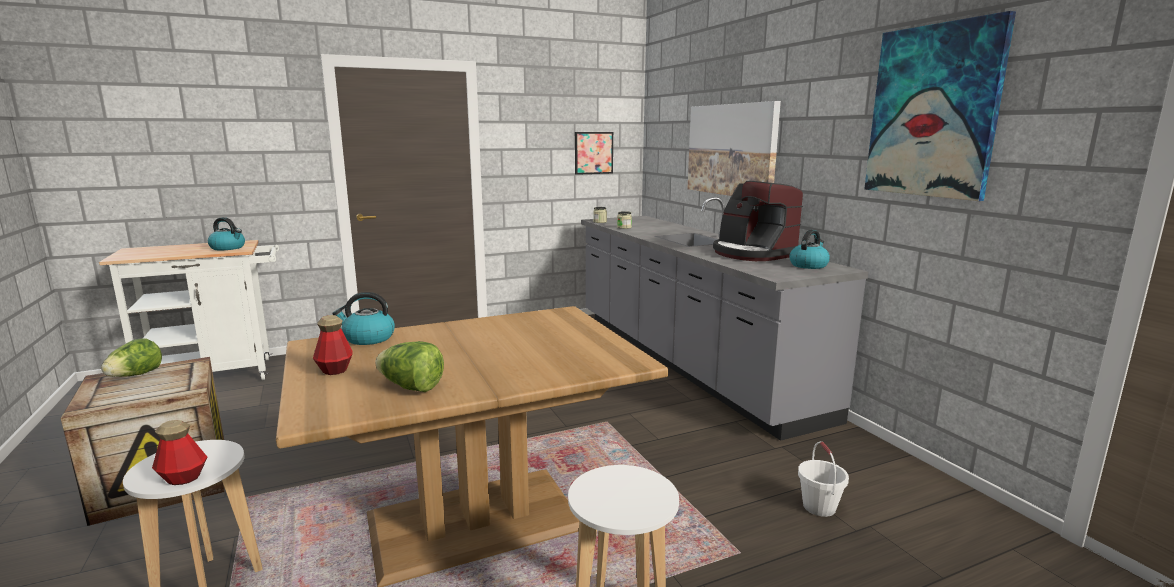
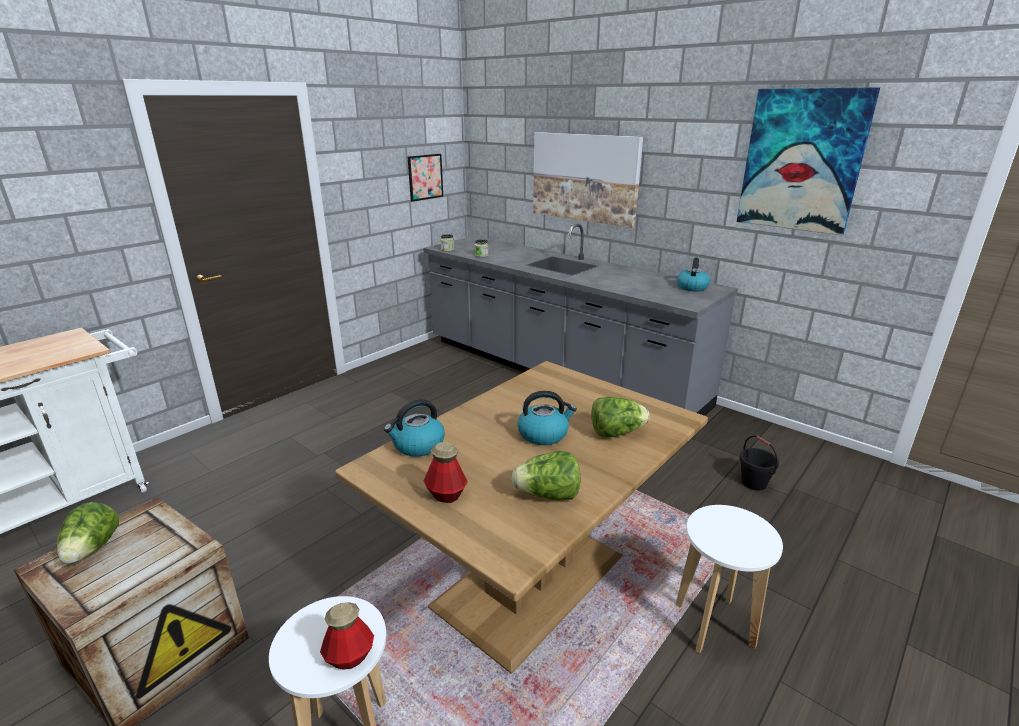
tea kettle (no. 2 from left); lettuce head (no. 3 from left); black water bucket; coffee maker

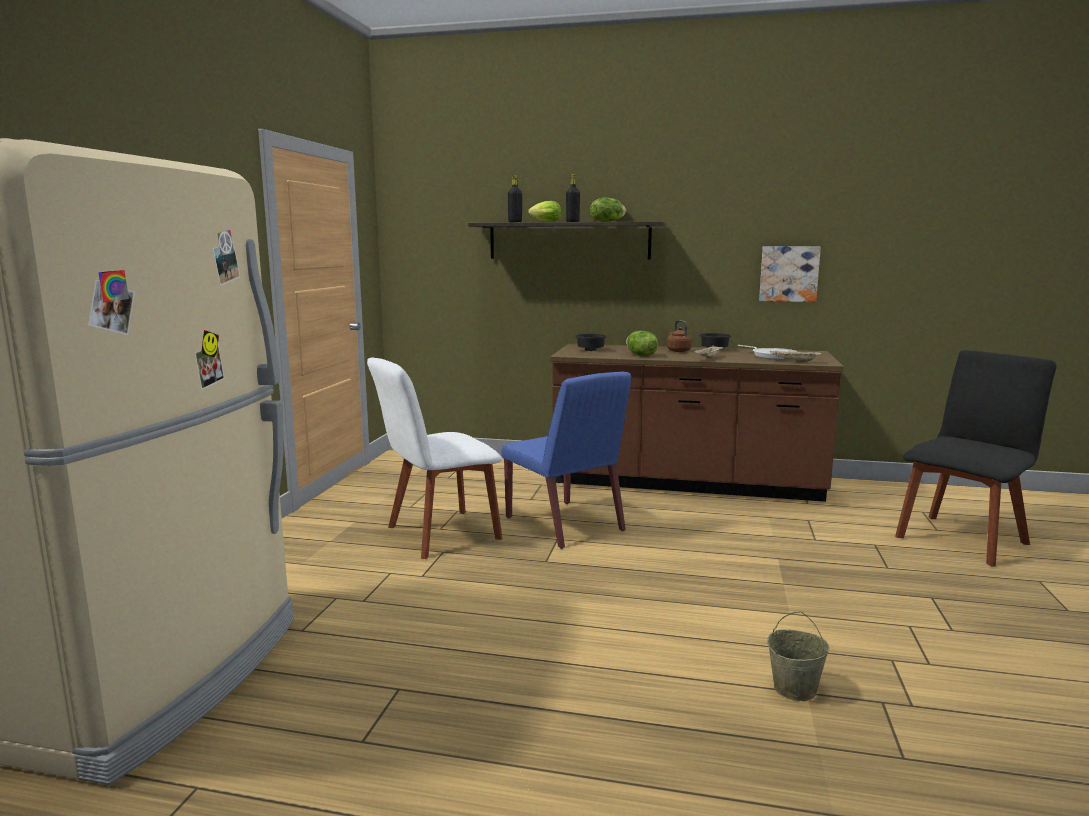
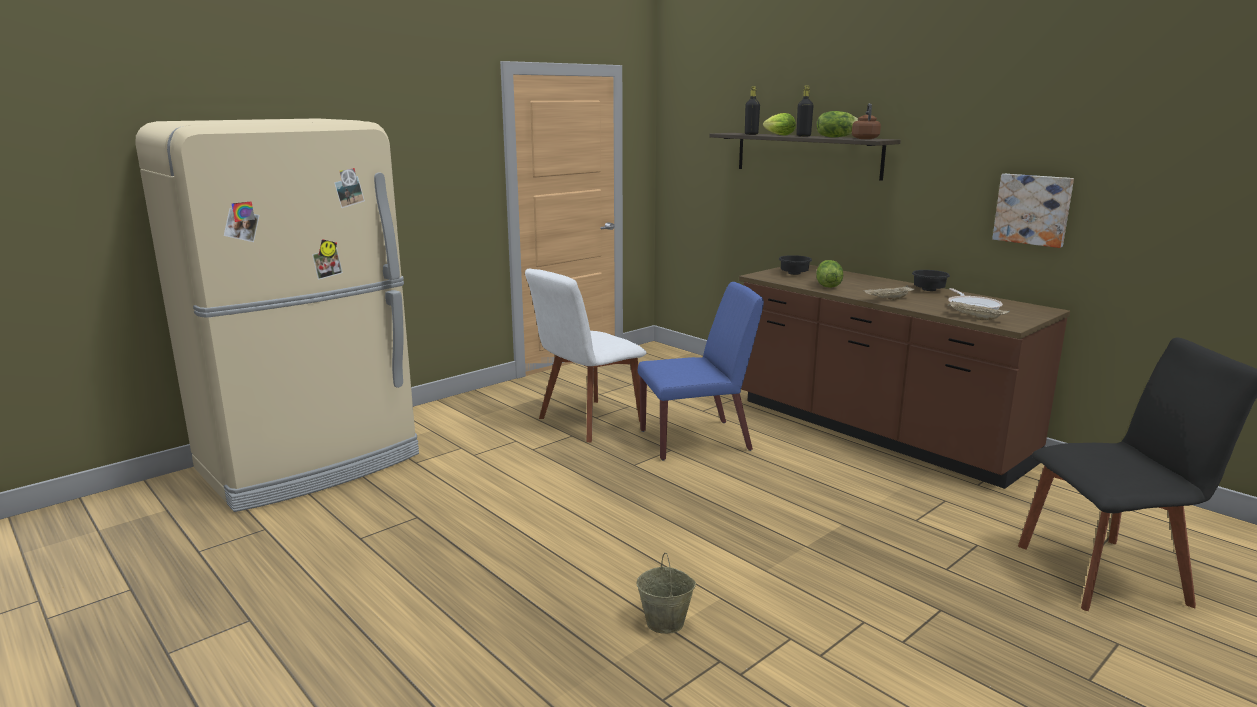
whitish upright chair; bluish upright chair; brown-coloured tea kettle

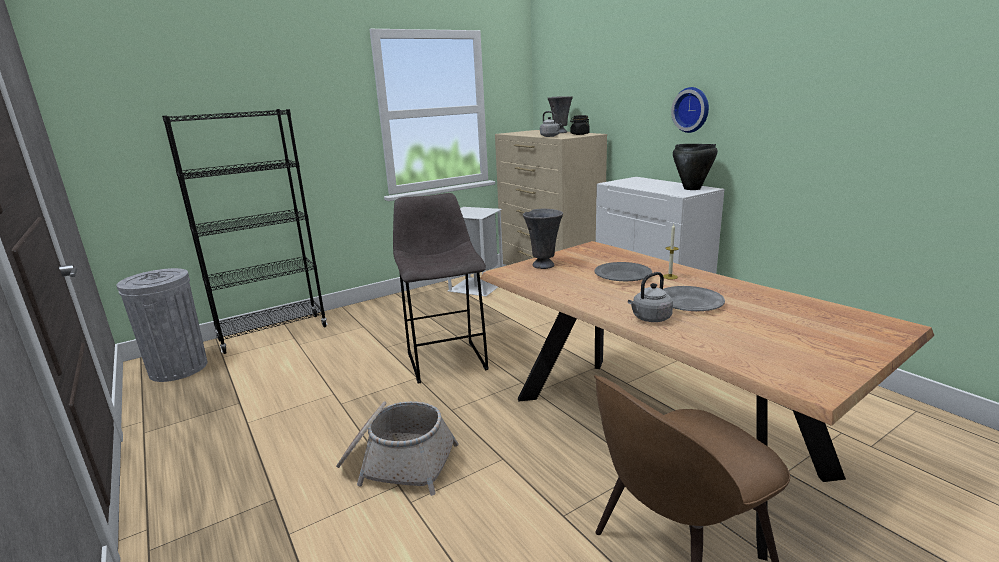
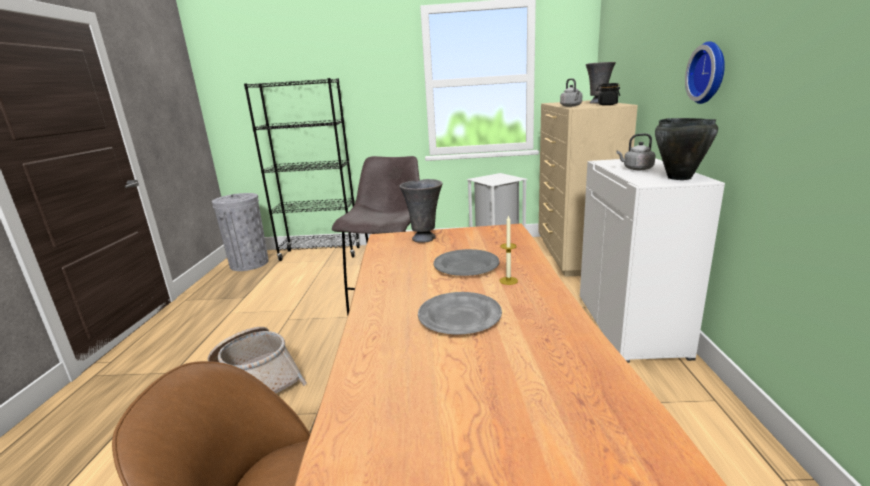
gray tea kettle (no. 2 from left)

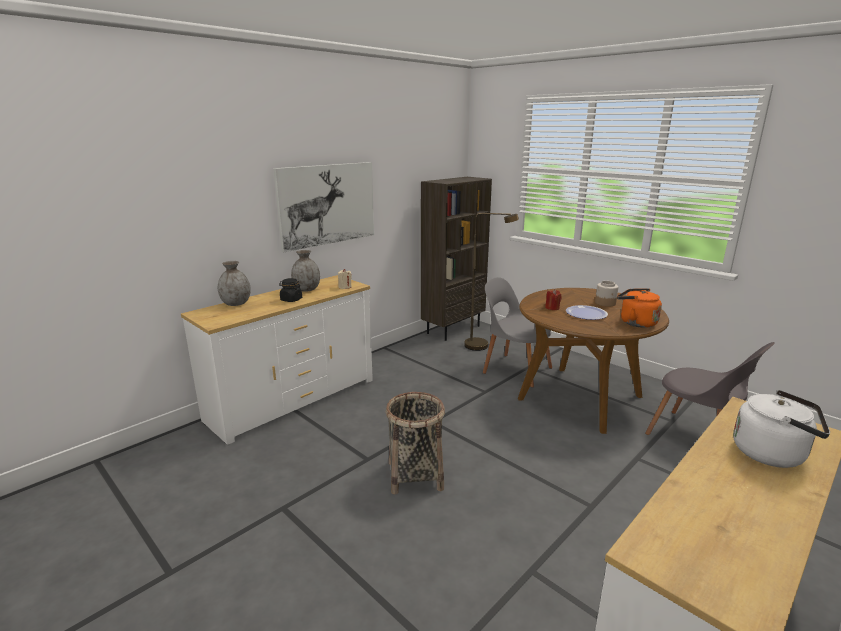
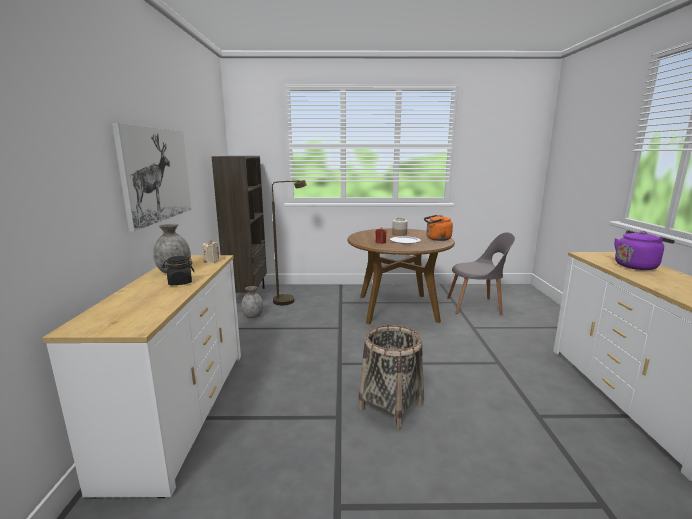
gray vase (no. 2 from left); purplish tea kettle; gray upright chair (no. 1 from left in the first image)

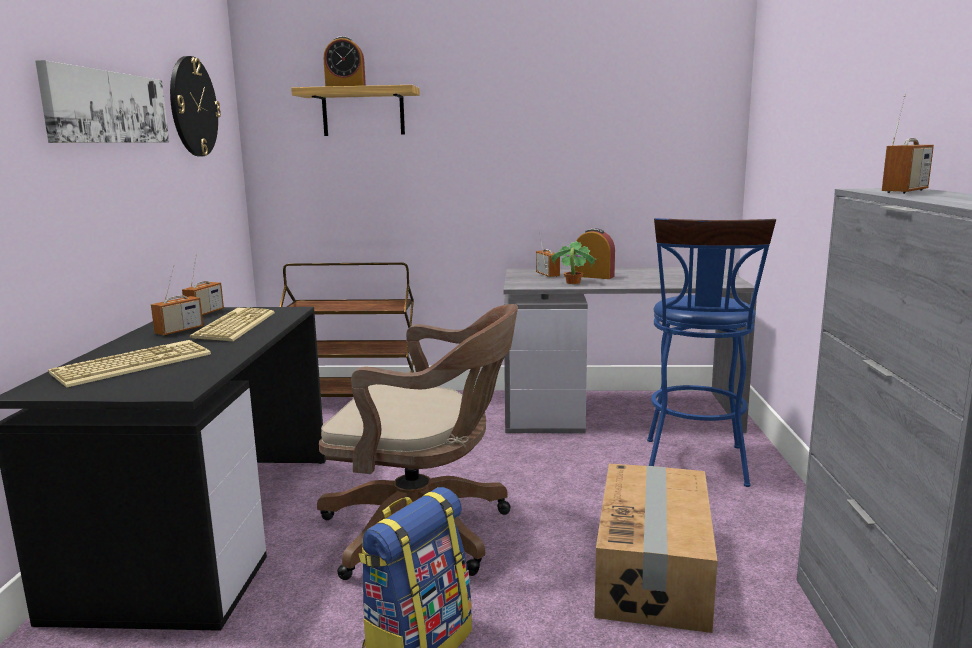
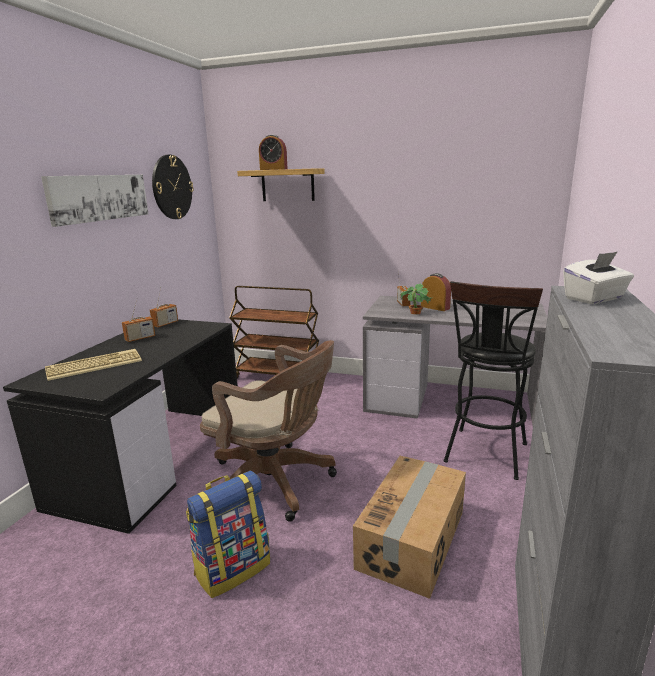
black sitting stool; whitish box of tissues; computer keyboard (no. 2 from left in the first image)

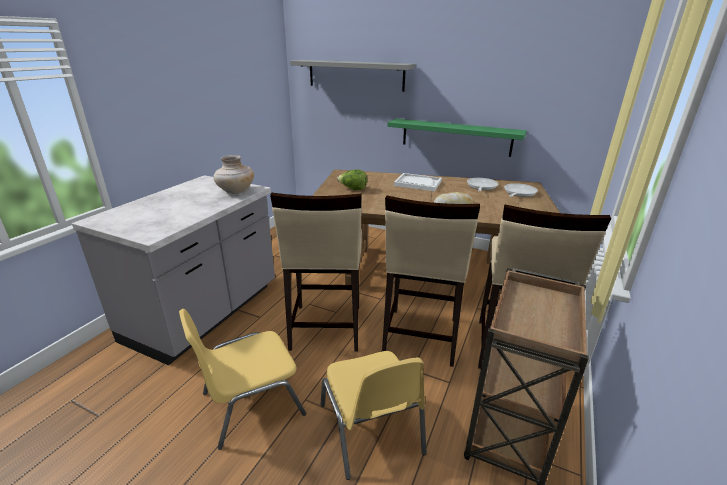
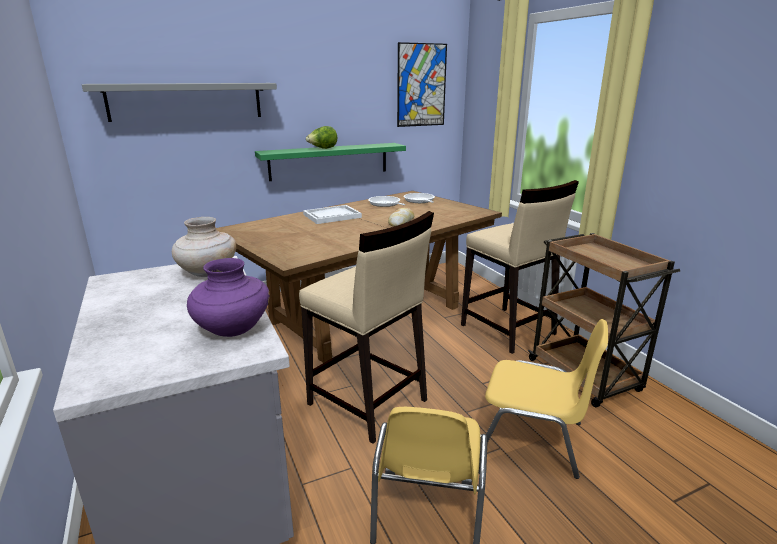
purplish vase; lettuce head; picture; beige sitting stool (no. 2 from left in the first image)

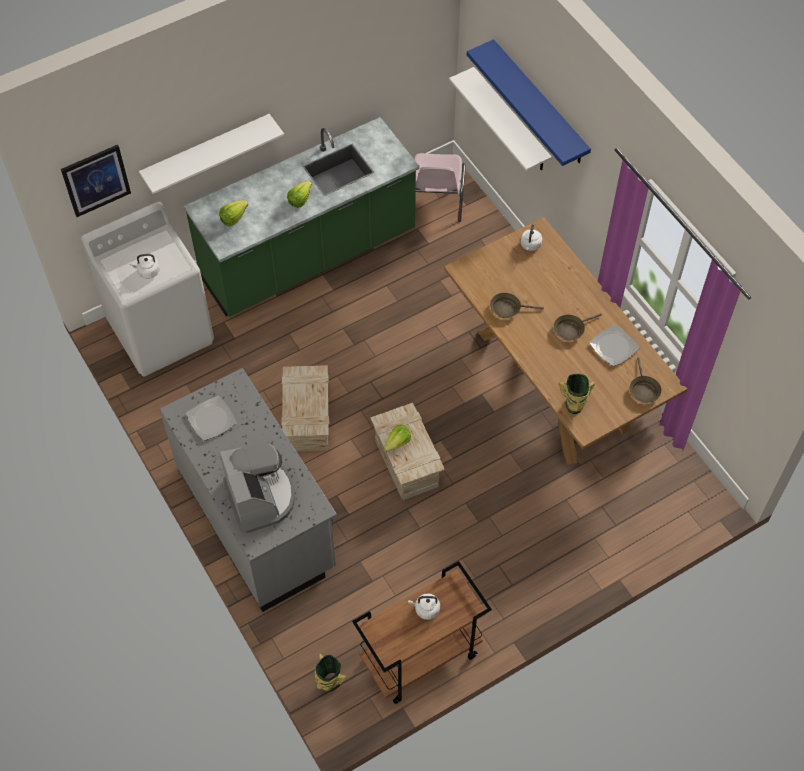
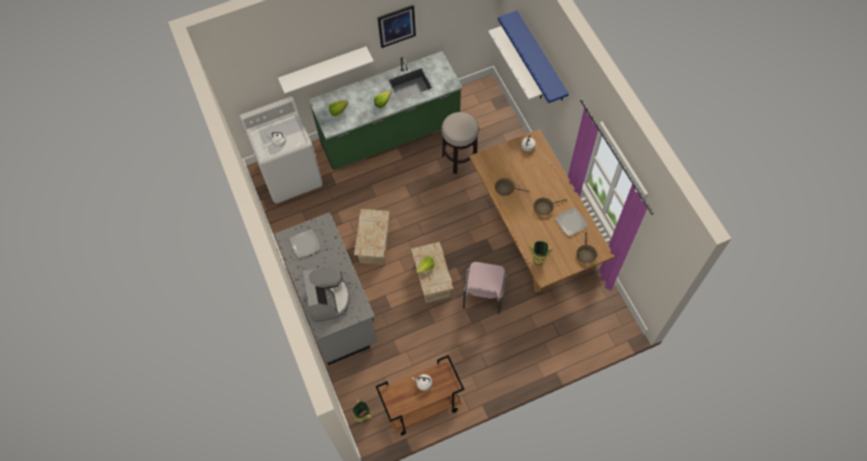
picture; sitting stool; pink upright chair

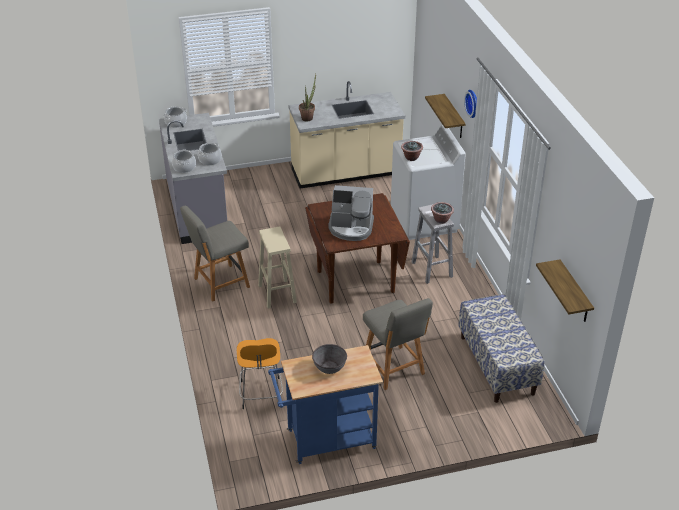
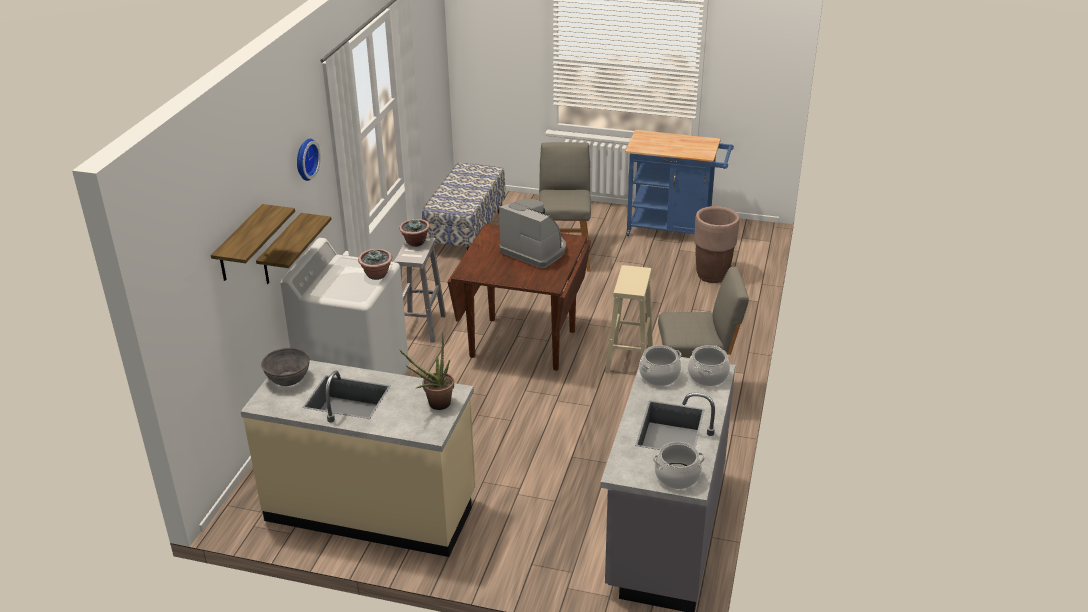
bracket shelf (no. 1 from left); gray bowl; brown-coloured planter

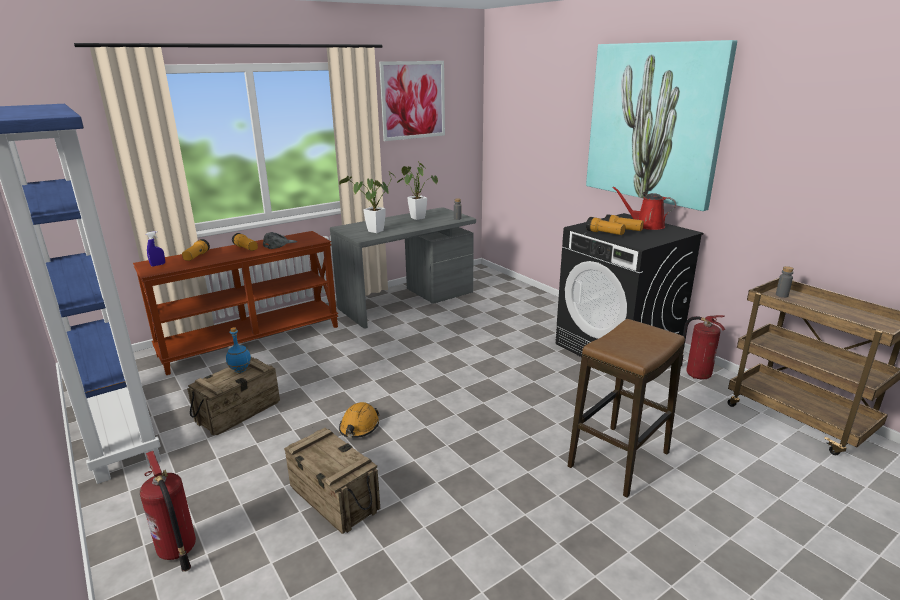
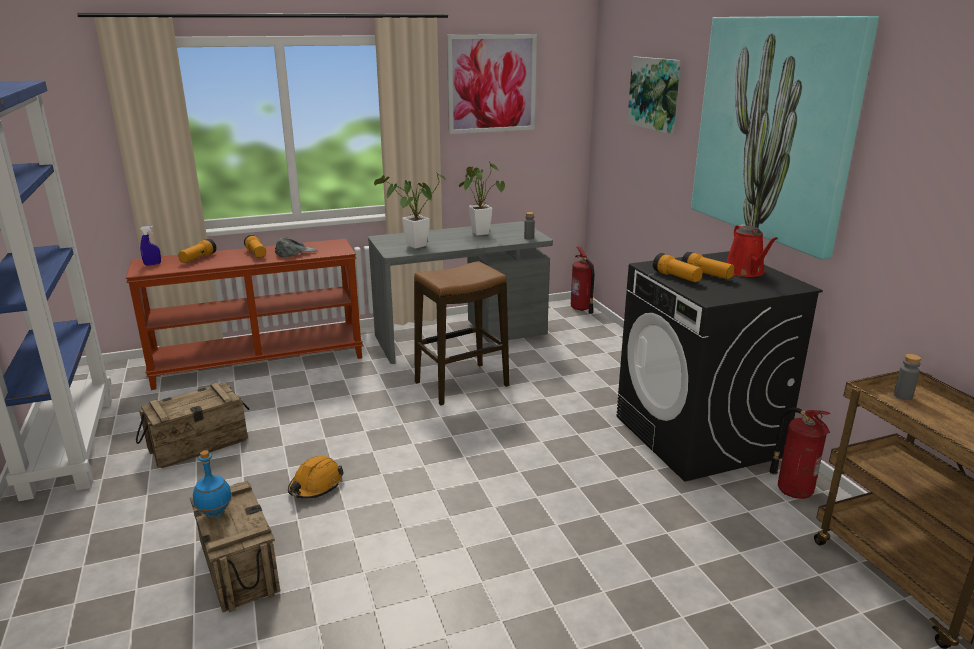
bluish bottle; sitting stool; extinguisher (no. 1 from left); picture (no. 2 from left); red sprinkling can

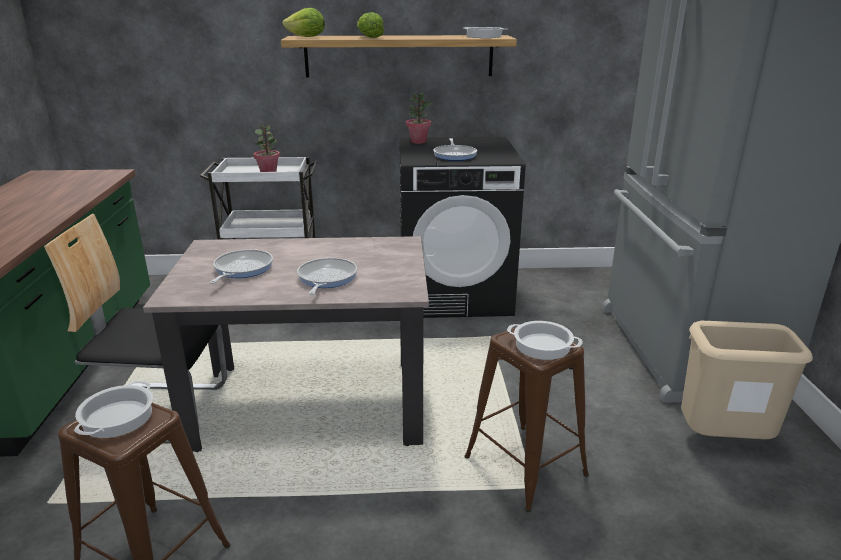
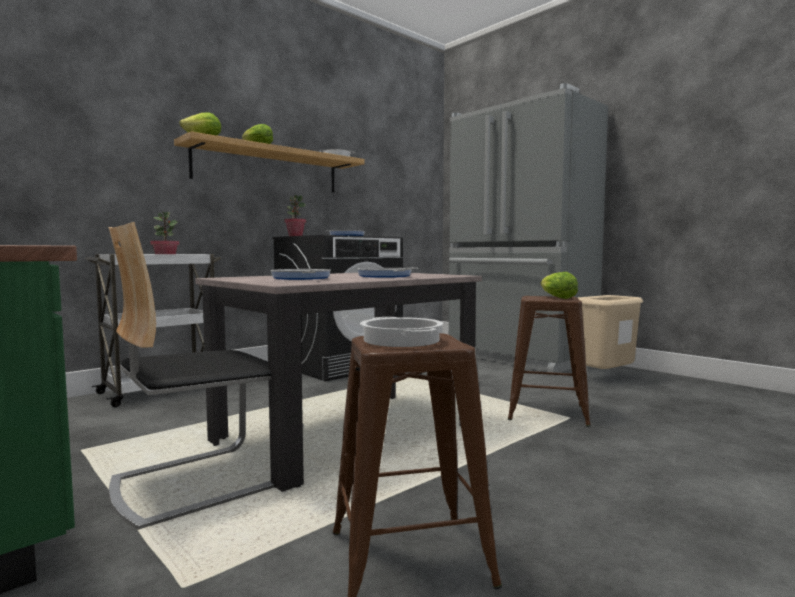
lettuce head (no. 3 from left)

